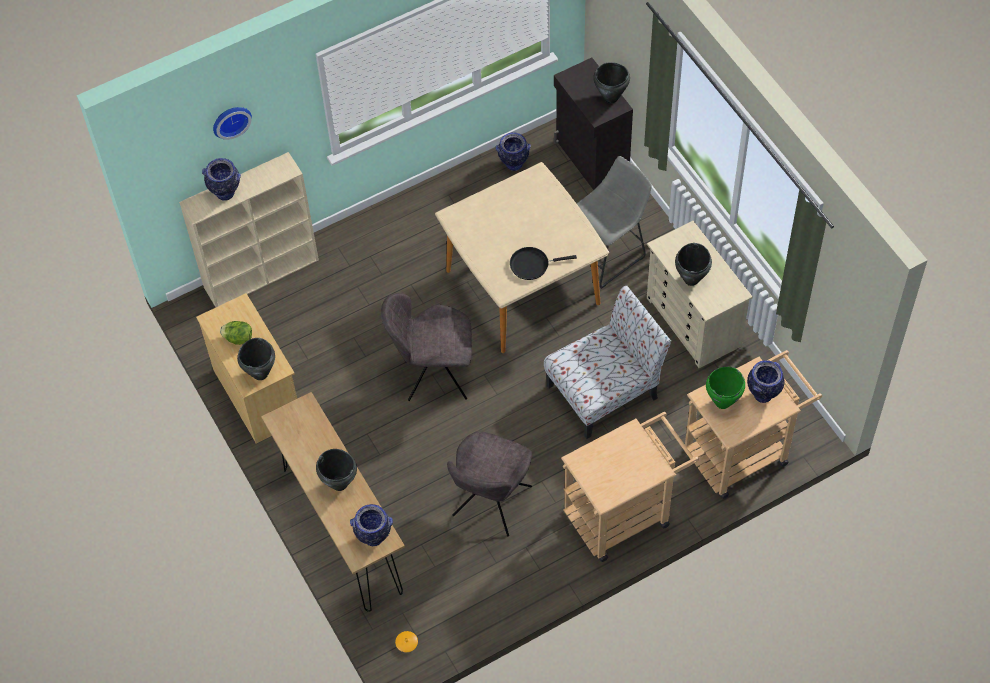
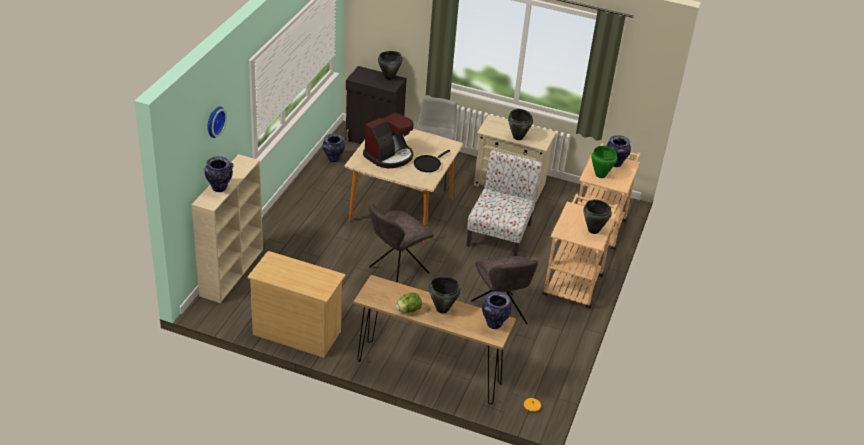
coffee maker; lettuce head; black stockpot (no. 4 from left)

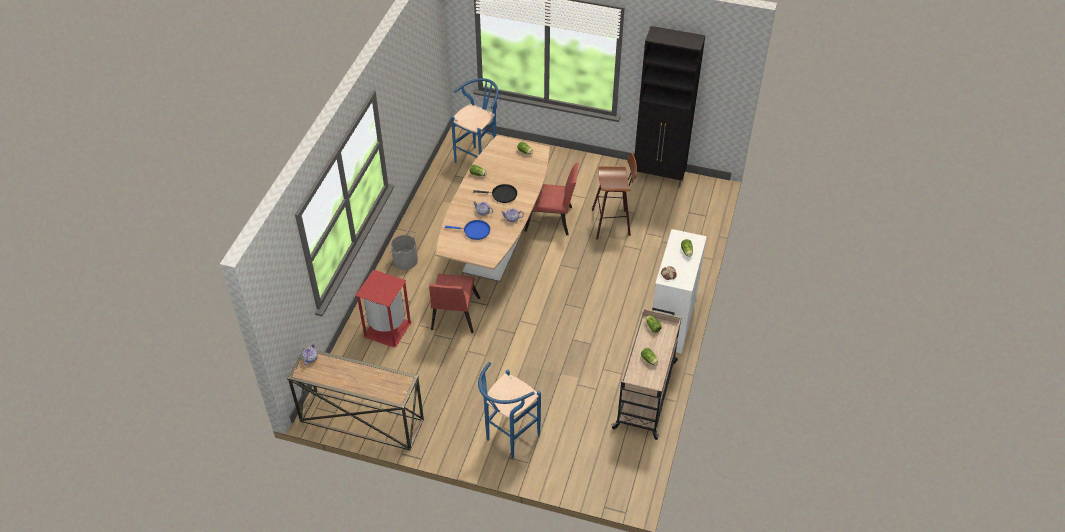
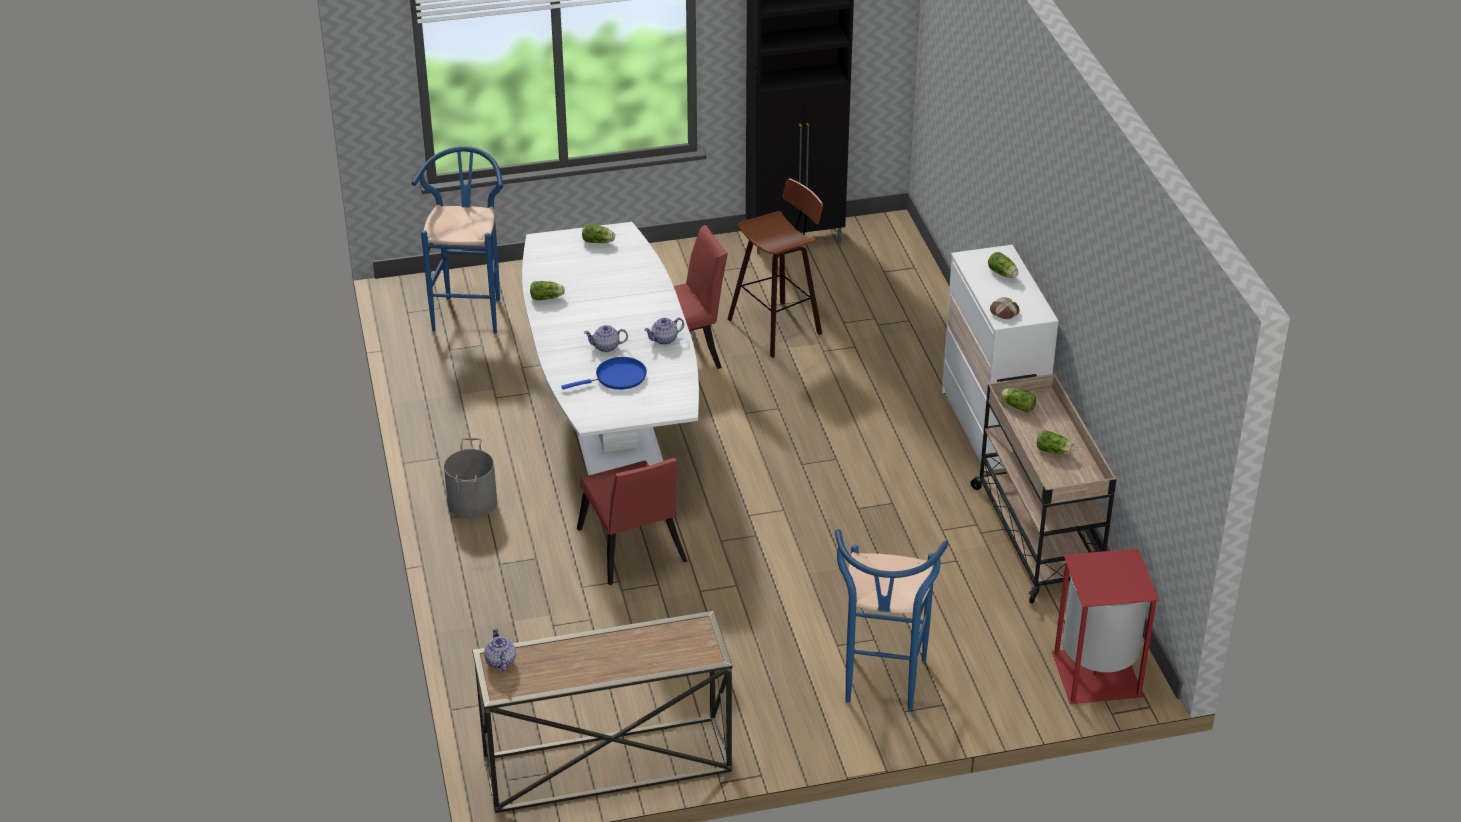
whitish kitchen table; red waste bin; black skillet

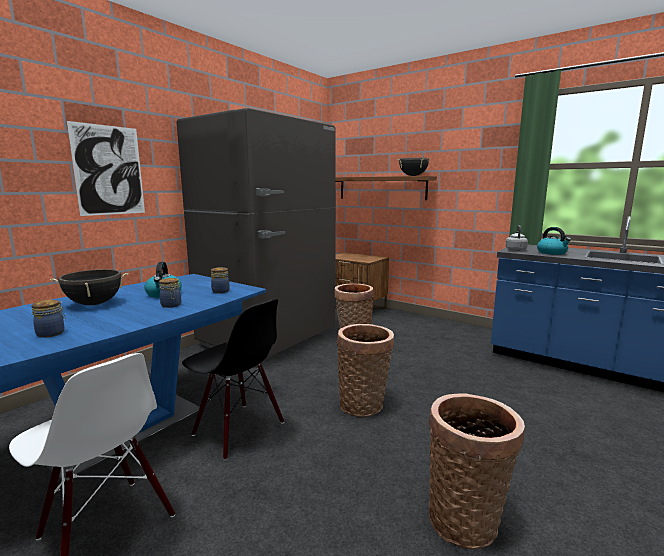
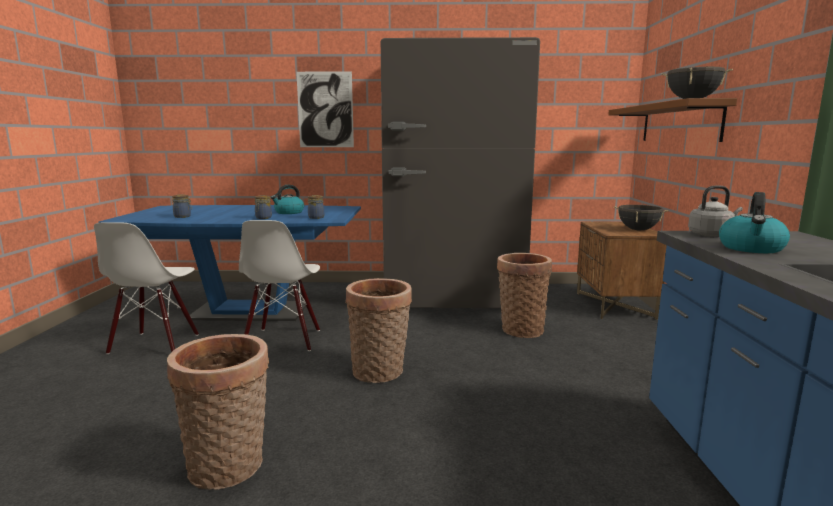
whitish upright chair (no. 2 from left); black stockpot (no. 1 from left)

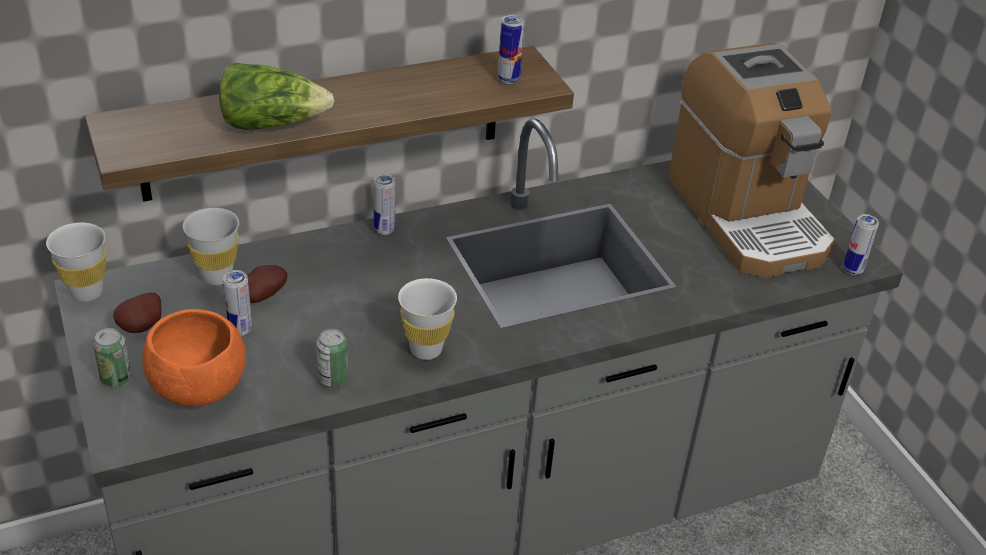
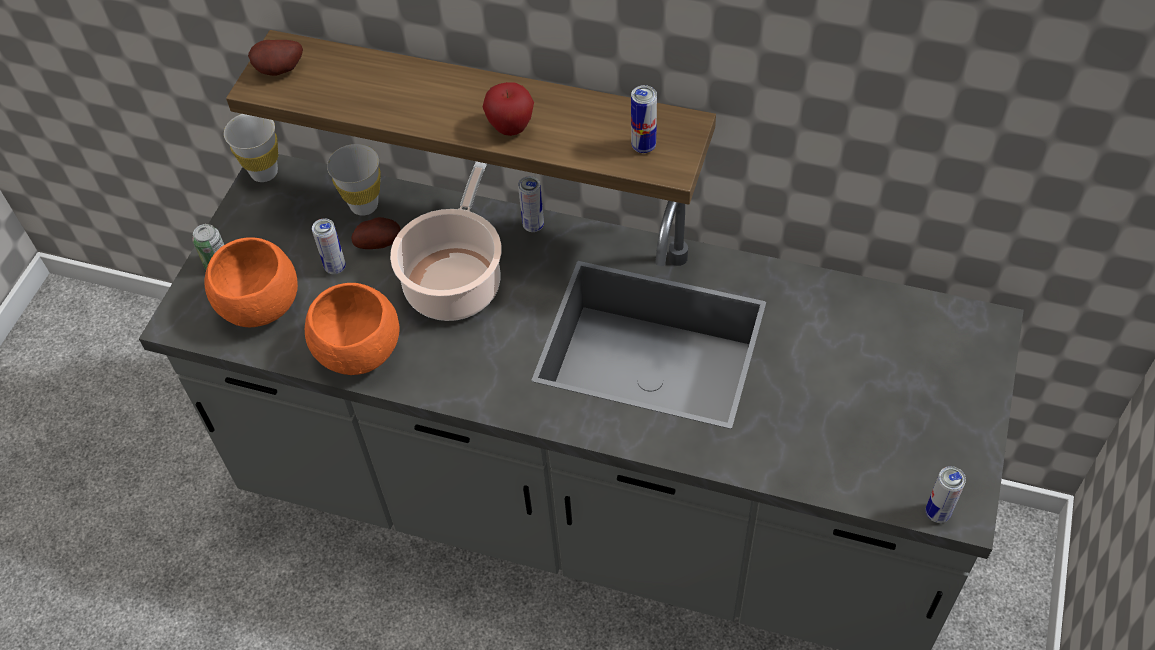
whole potato (no. 1 from left); orangey bowl (no. 2 from left); stockpot; apple fruit; lettuce head; whitish cup (no. 3 from left in the first image); coffee maker

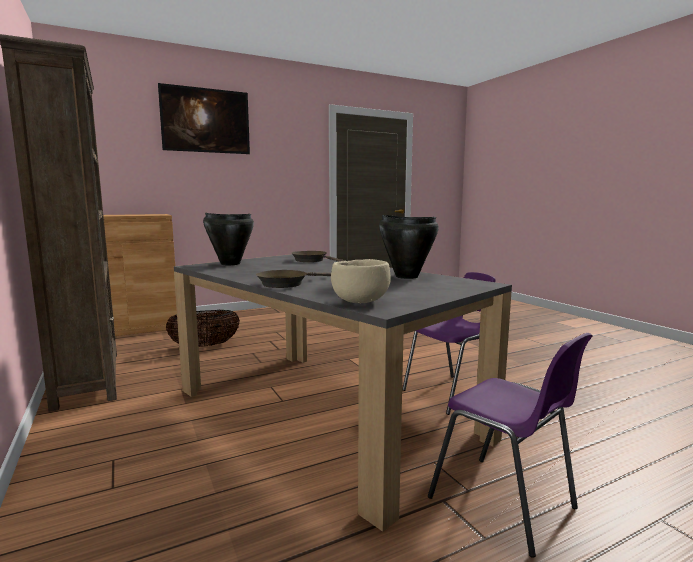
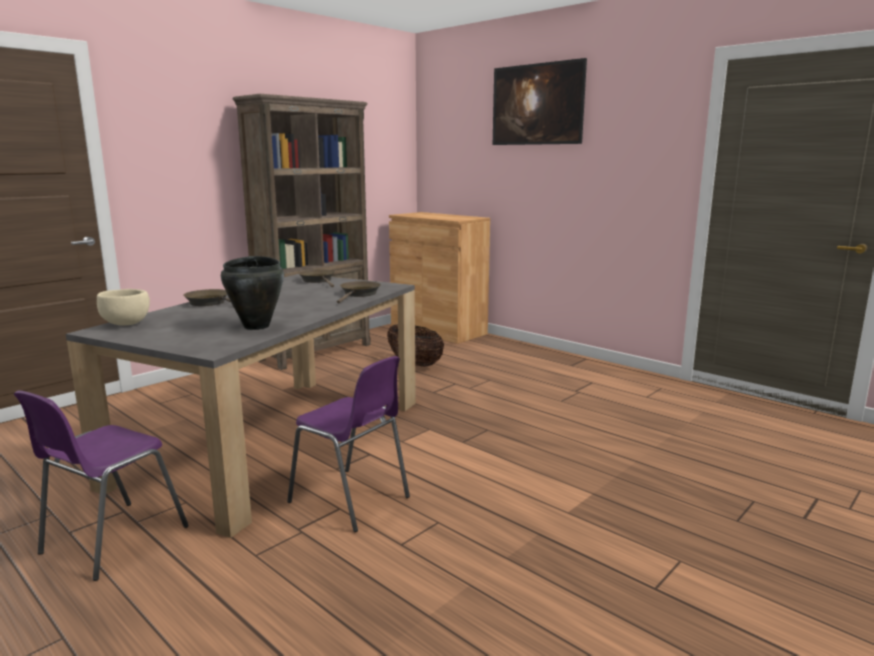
brown-coloured skillet (no. 2 from left)

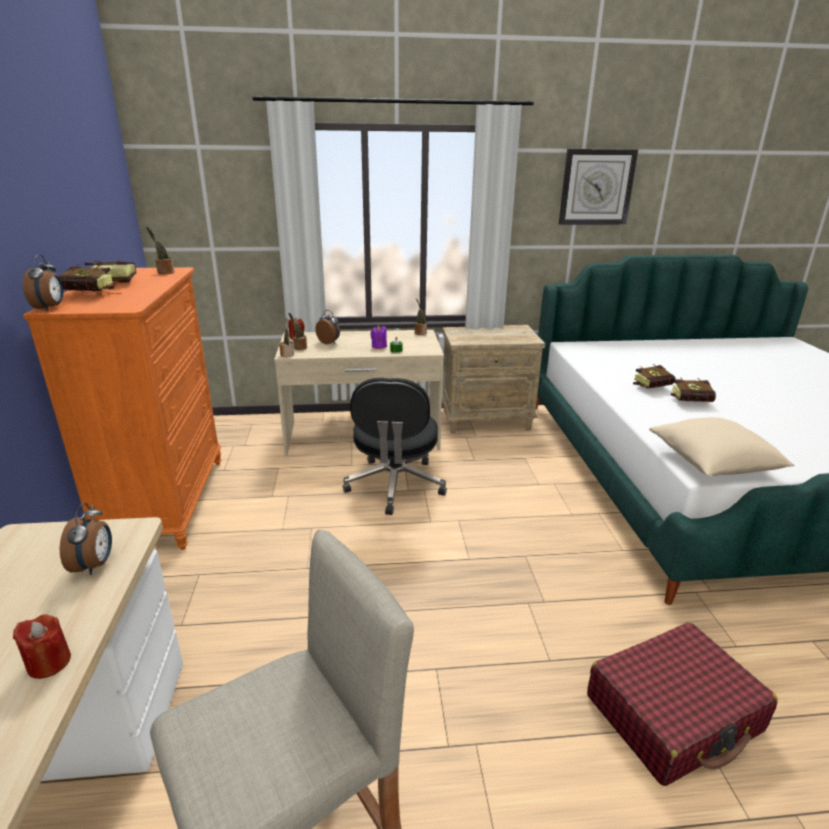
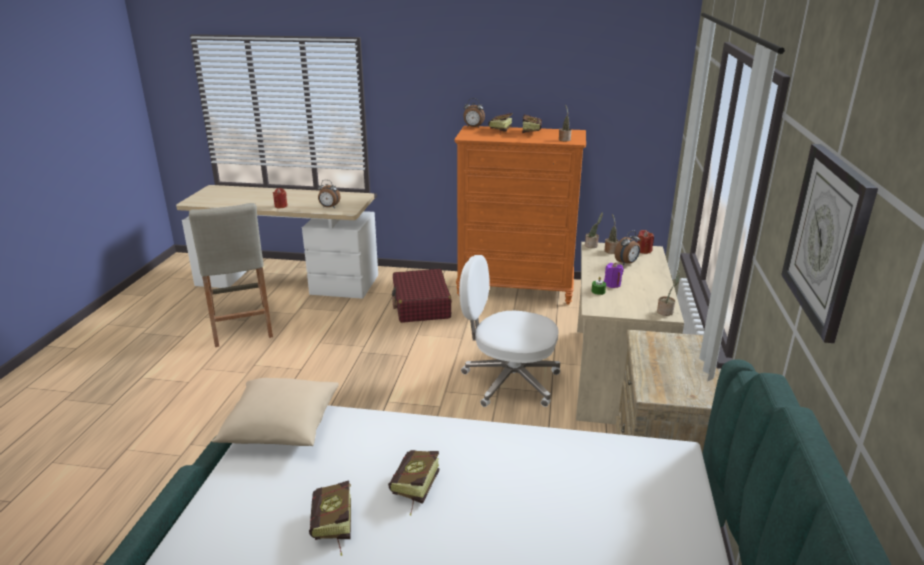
volume (no. 1 from left); red travel case; whitish office chair

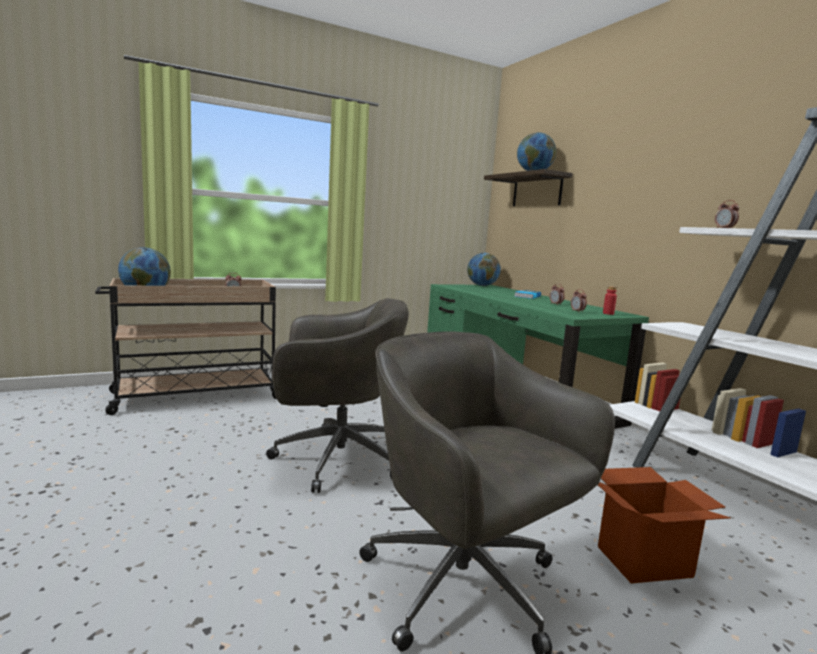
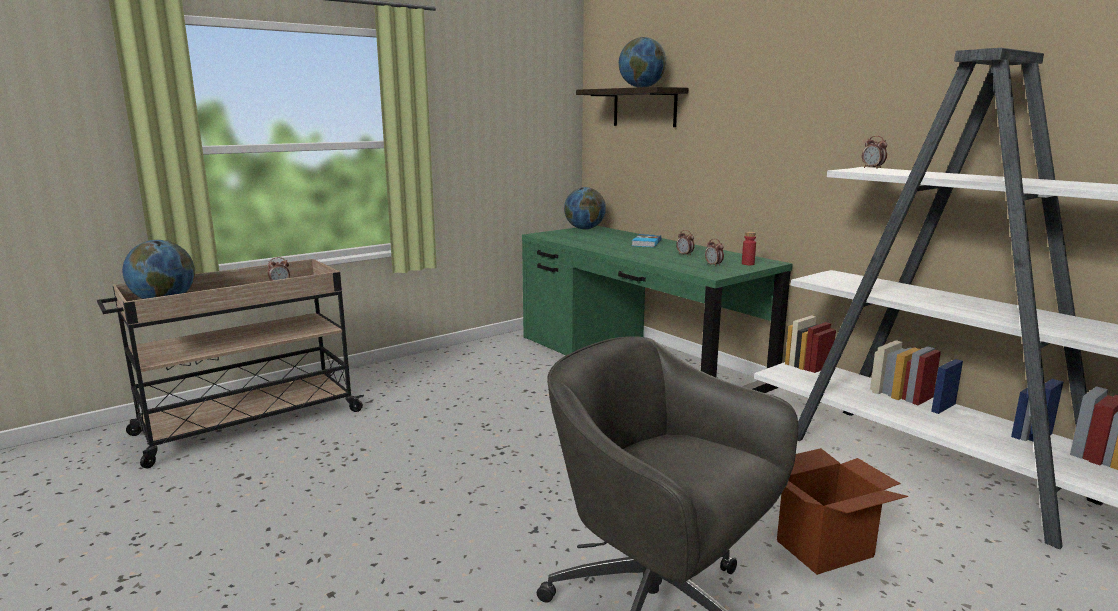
gray office chair (no. 1 from left in the first image)

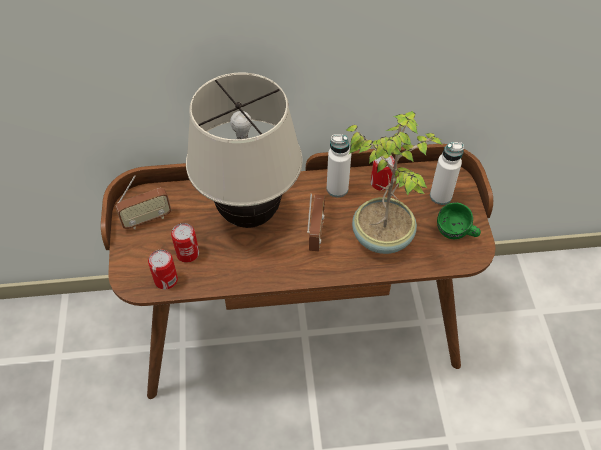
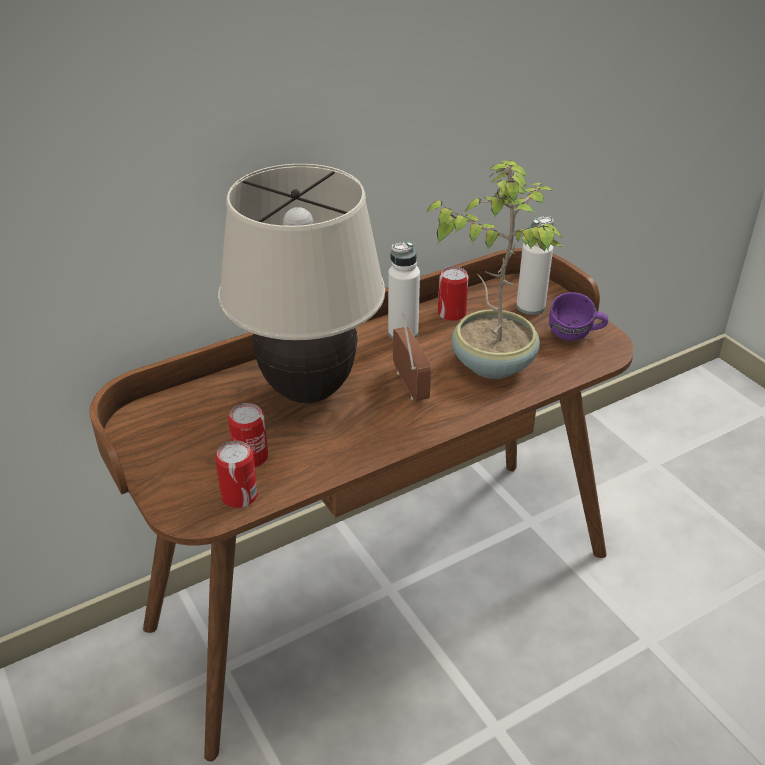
purplish mug; radio set (no. 1 from left in the first image)

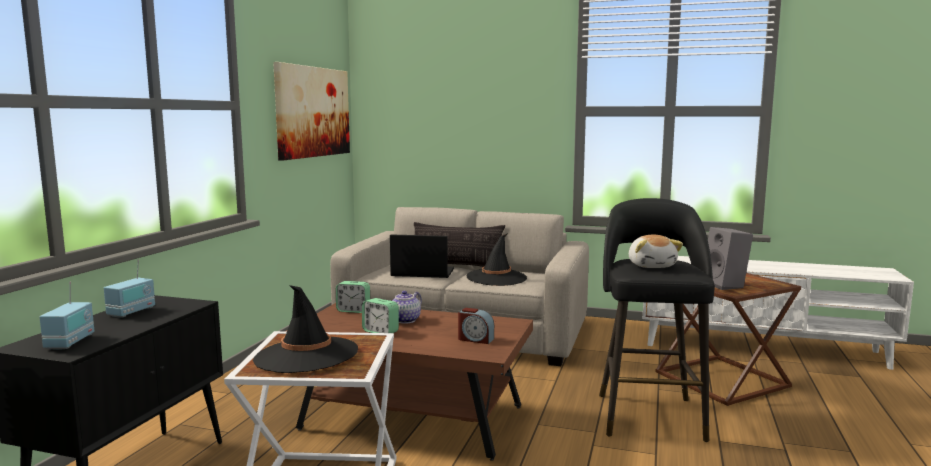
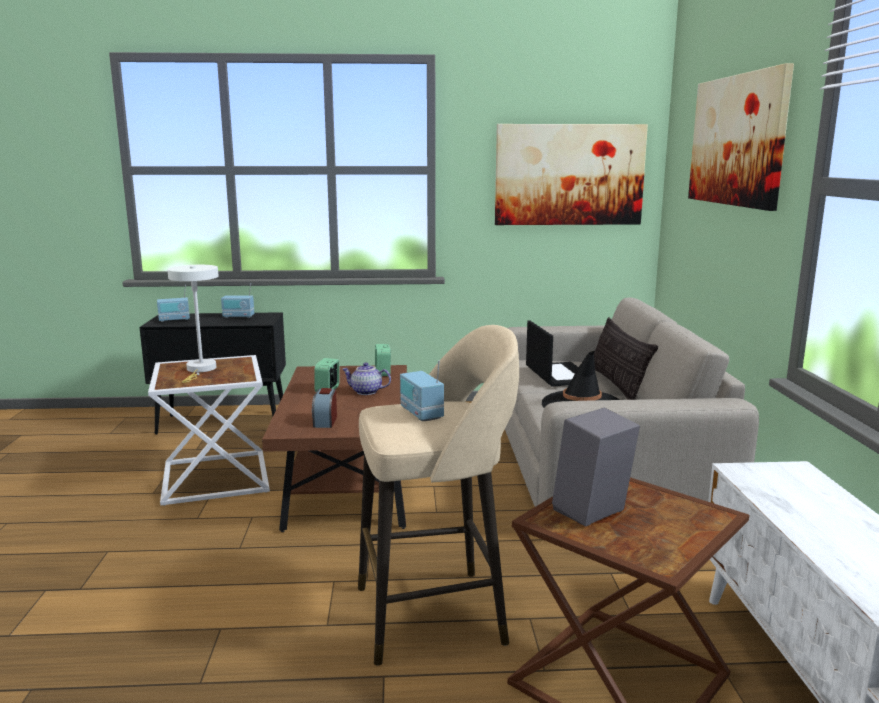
whitish lamp for a table; beige sitting stool; radio set (no. 3 from left); picture (no. 2 from left)

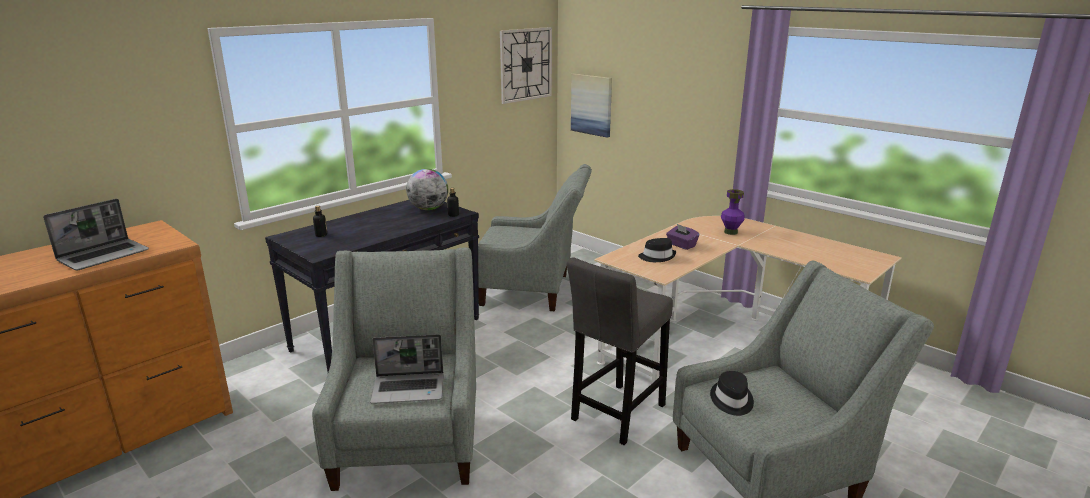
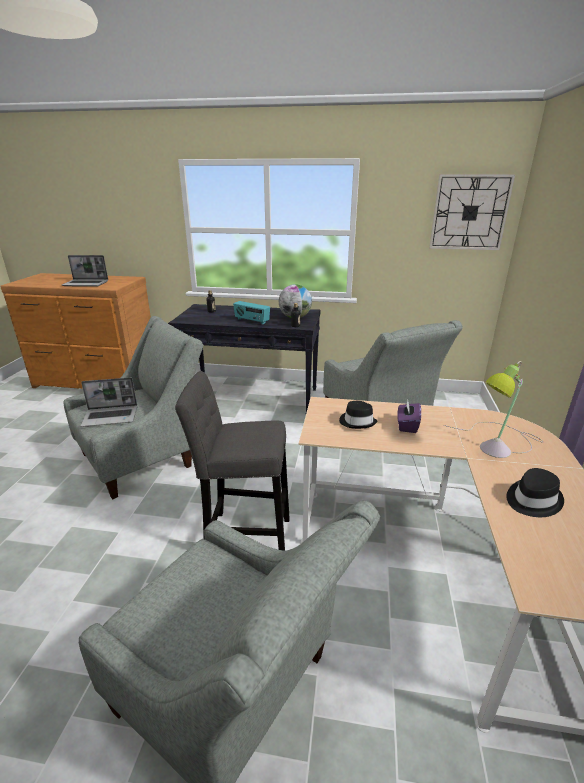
notebook computer (no. 2 from left); radio set; lamp for a table; black clothing hat (no. 2 from left); picture

